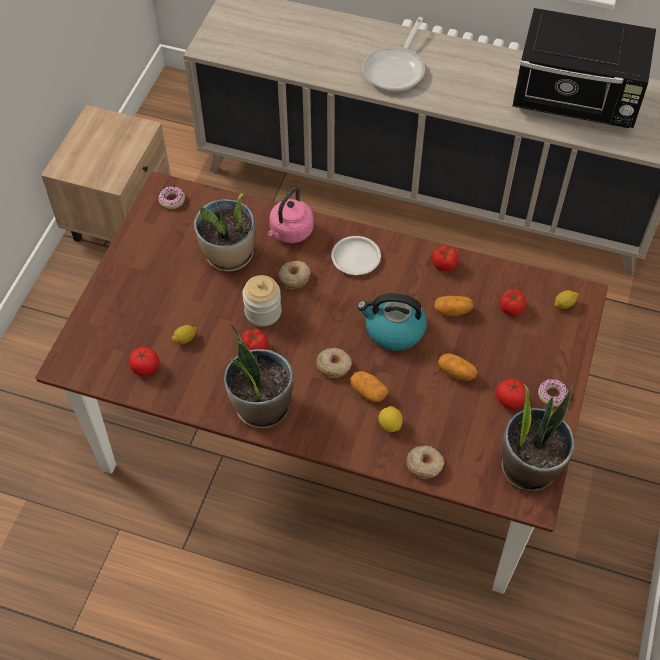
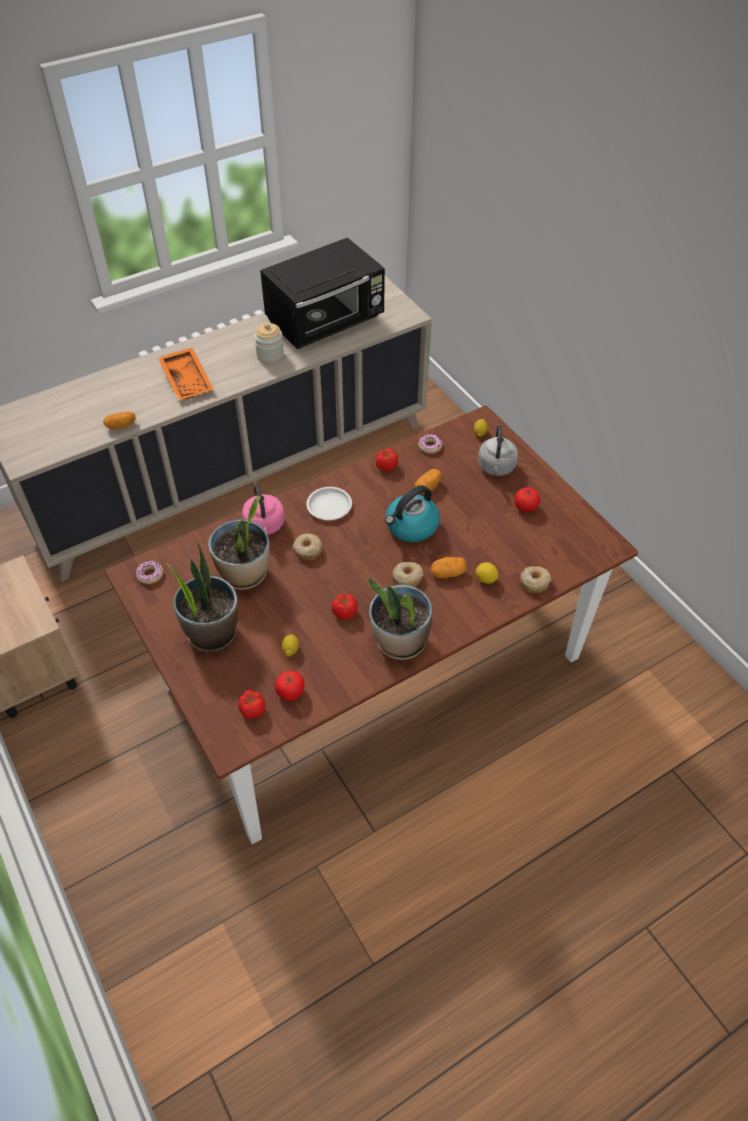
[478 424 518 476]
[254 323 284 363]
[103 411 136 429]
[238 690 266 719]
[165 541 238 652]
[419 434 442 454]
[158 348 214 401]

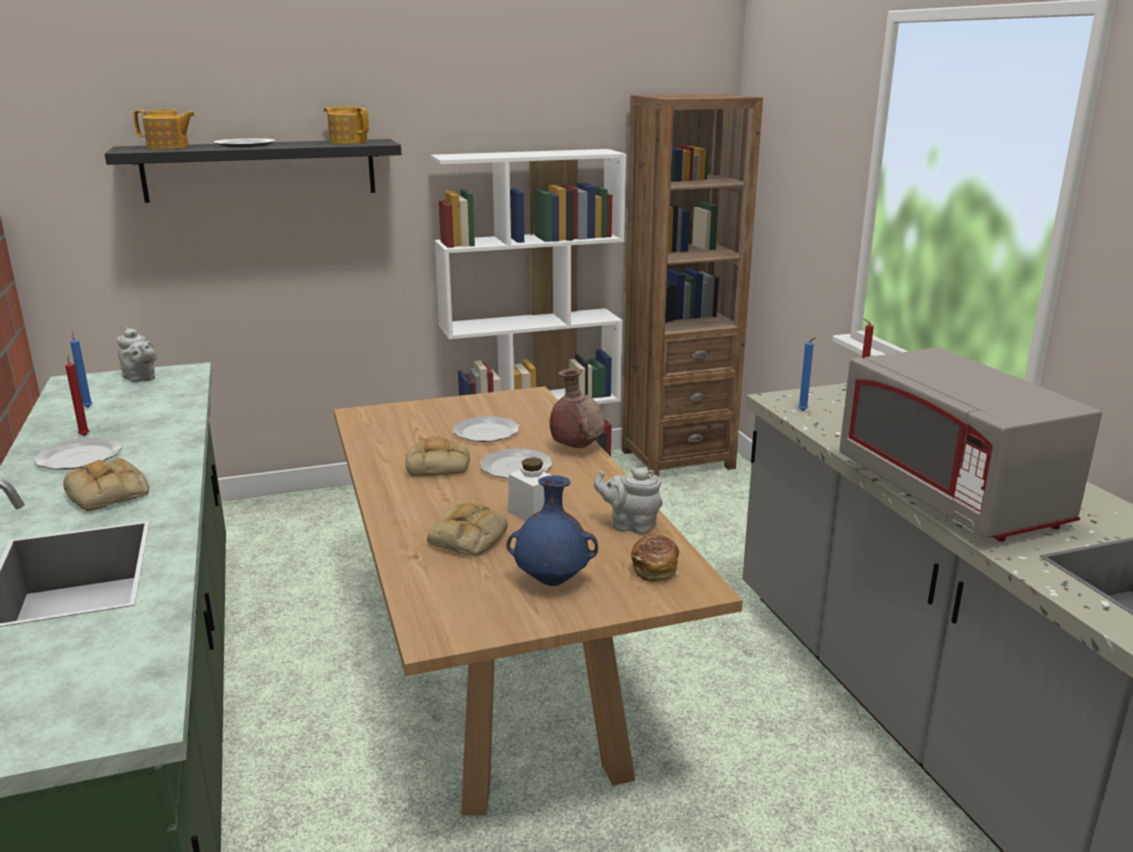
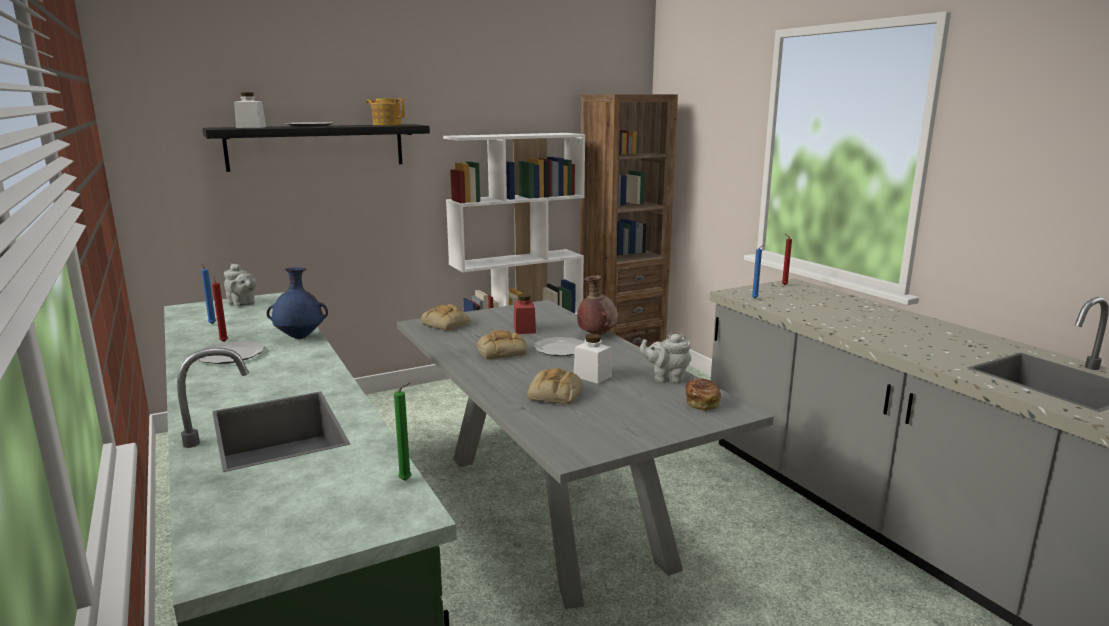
[839 347 1102 542] (first image)
[394 383 412 481]
[421 304 471 330]
[266 267 328 339]
[234 93 266 128]
[514 294 536 334]
[397 300 774 609]

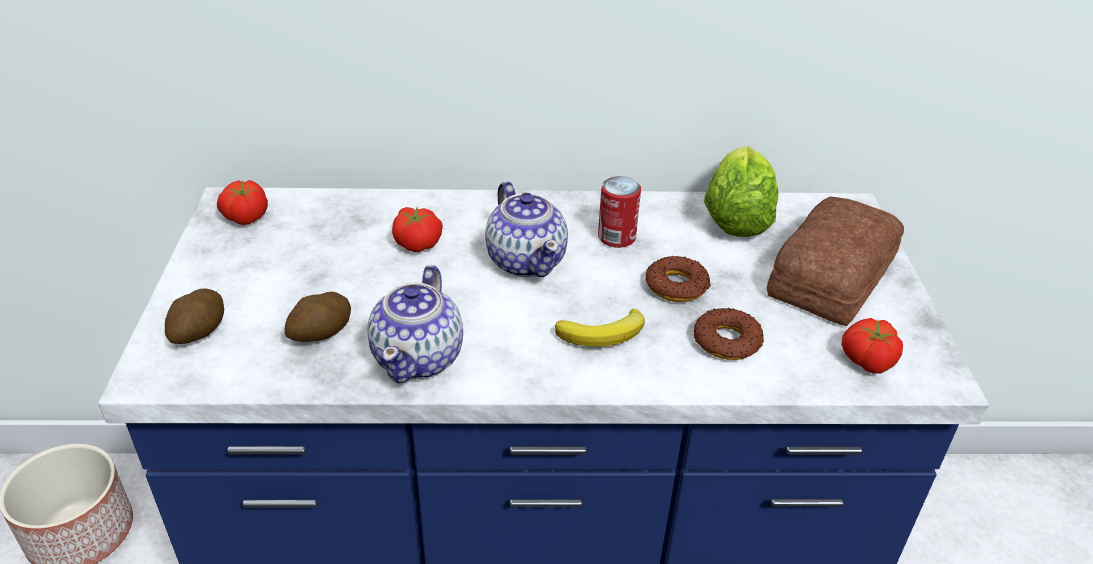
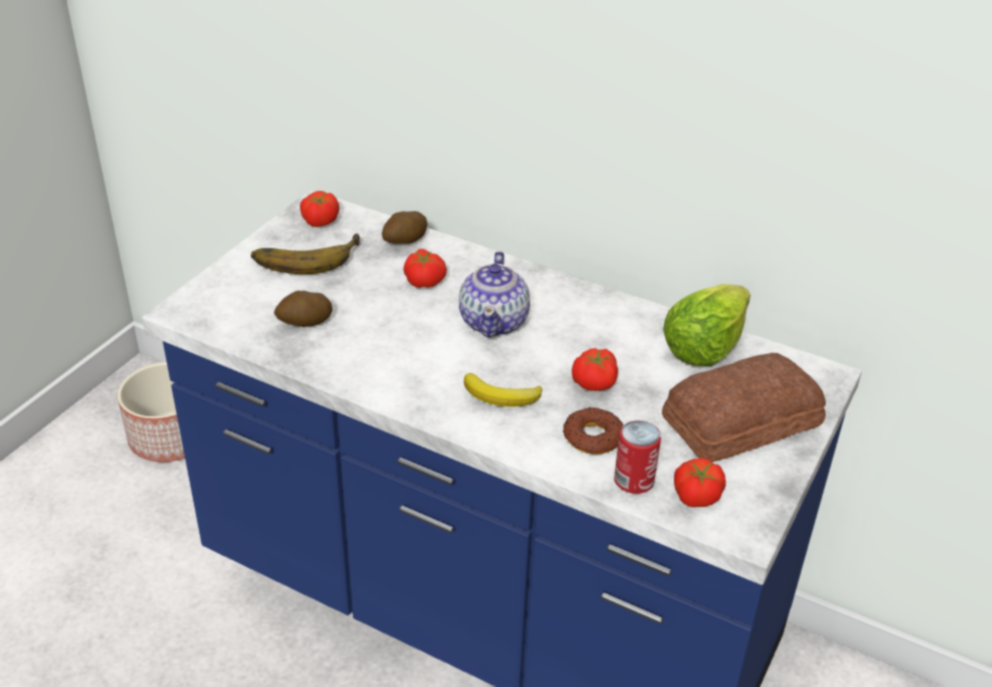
[367 265 463 383] (first image)
[251 234 360 274]
[382 211 427 244]
[614 420 661 494]
[572 348 618 391]

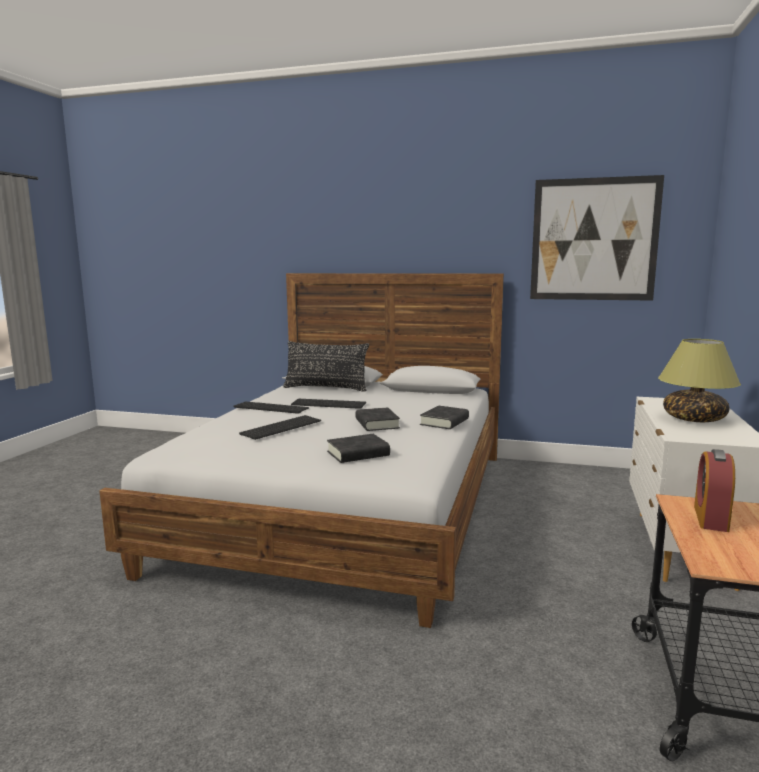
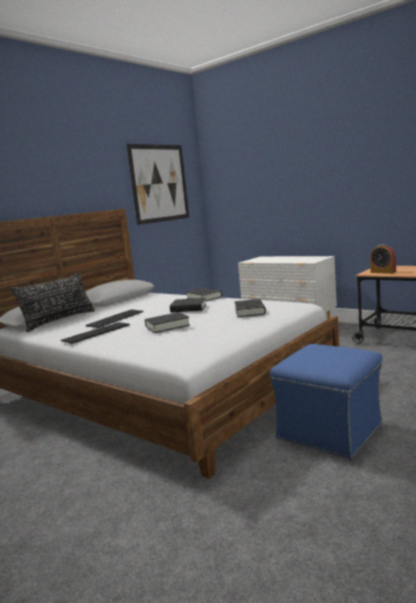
[658 339 741 422] (first image)
[270 344 383 459]
[145 312 190 333]

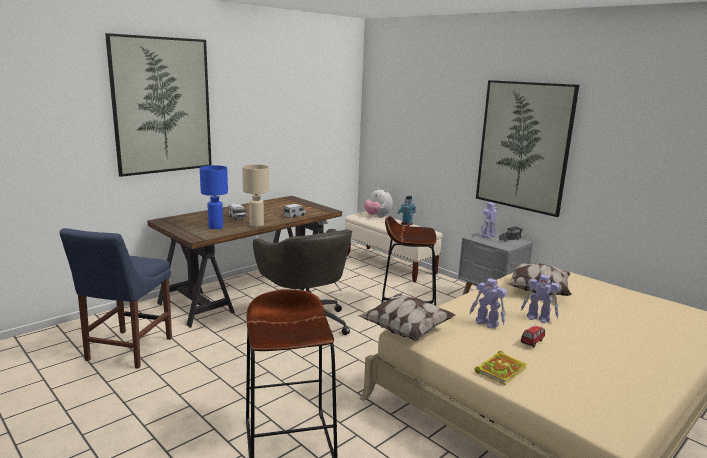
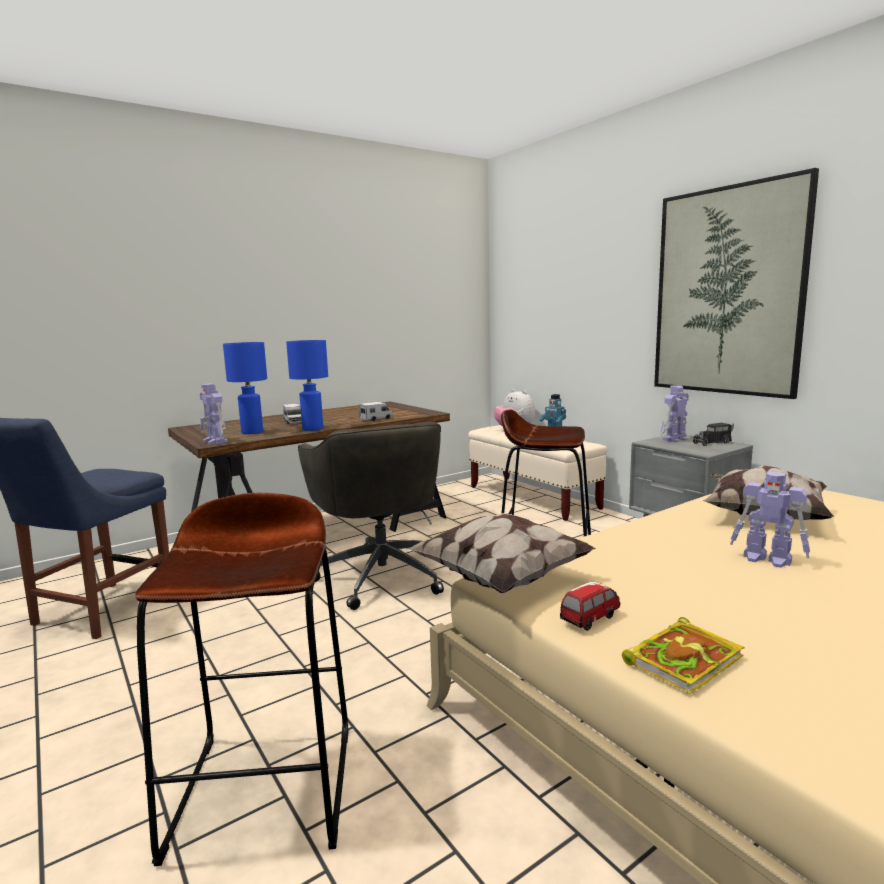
[105 33 212 177] (first image)
[200 384 228 444]
[560 582 620 631]
[286 340 328 431]

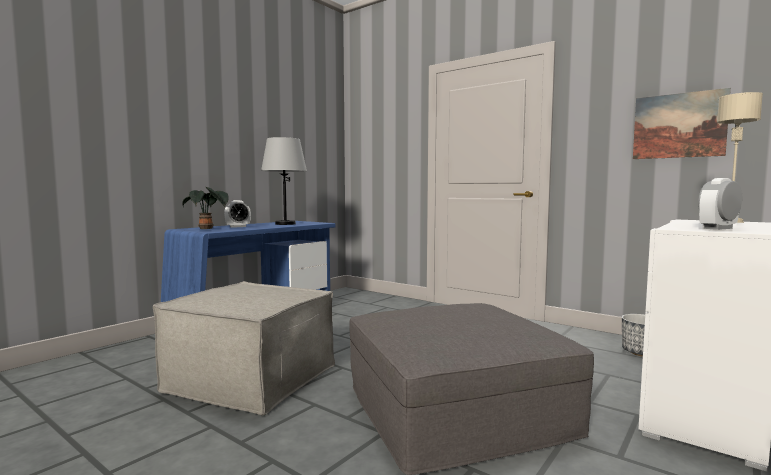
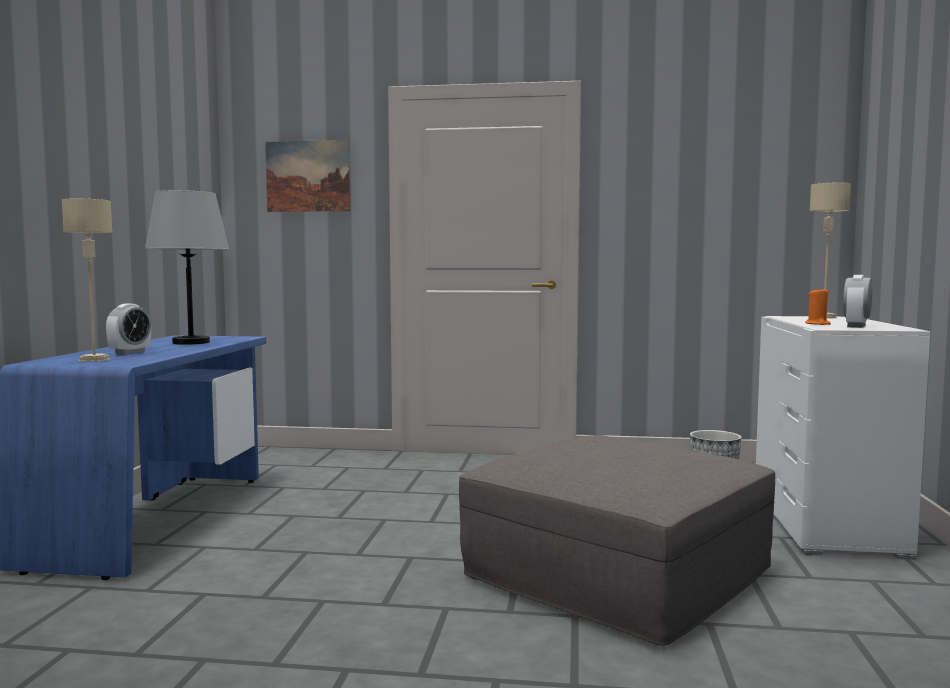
[153 281 335 416] (first image)
[805 287 831 325]
[265 140 351 212]
[62 199 113 362]

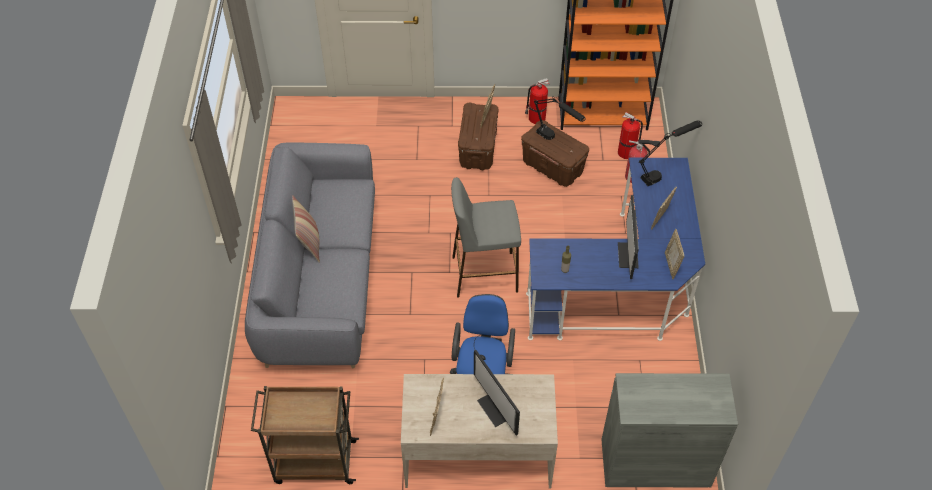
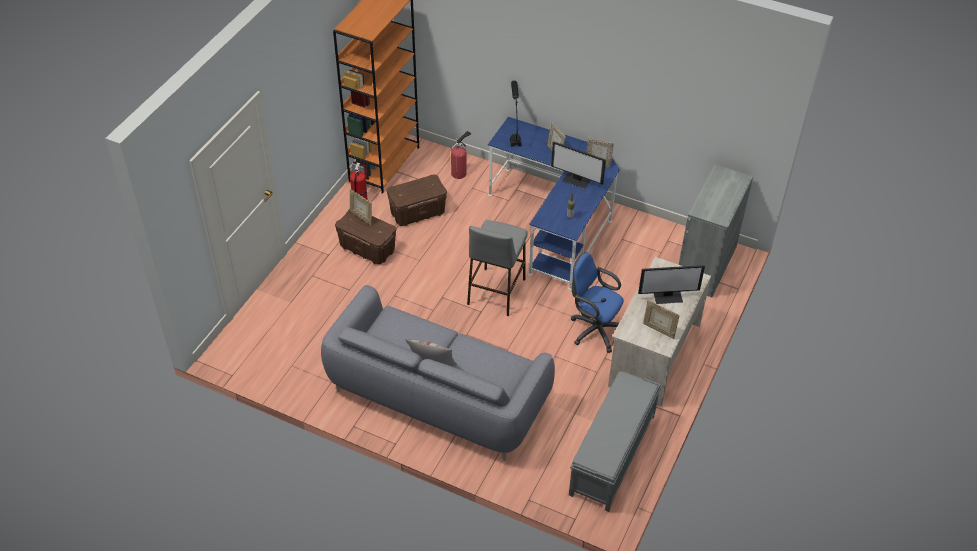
[534 97 585 140] (first image)
[618 112 643 159] (first image)
[569 371 661 512]

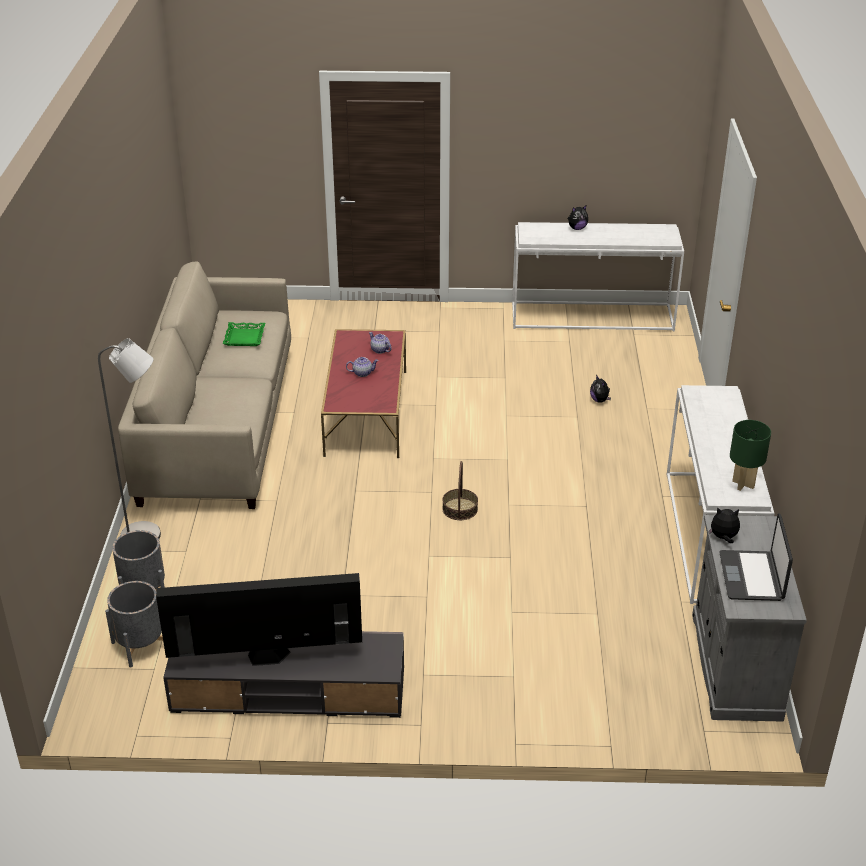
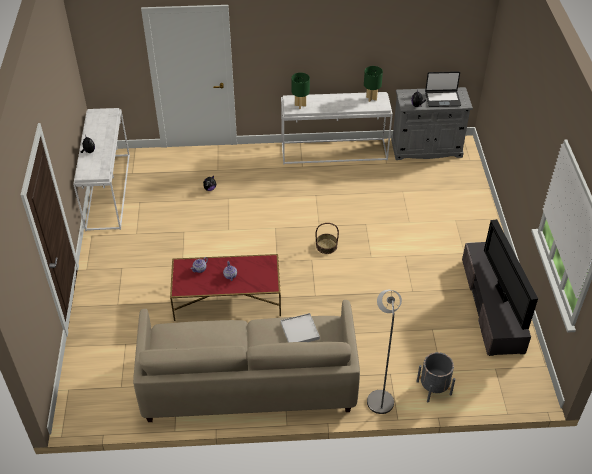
[105 581 163 668] (first image)
[223 322 265 346] (first image)
[281 313 320 342]
[291 73 310 109]

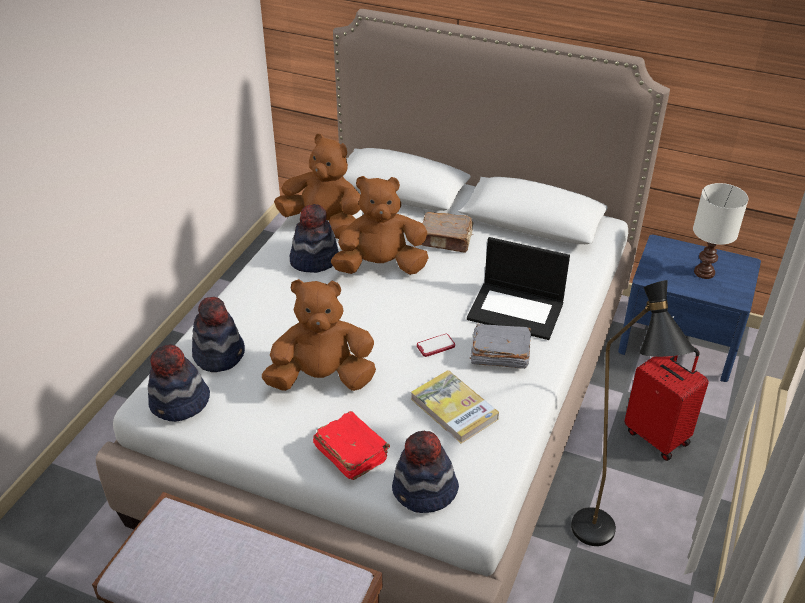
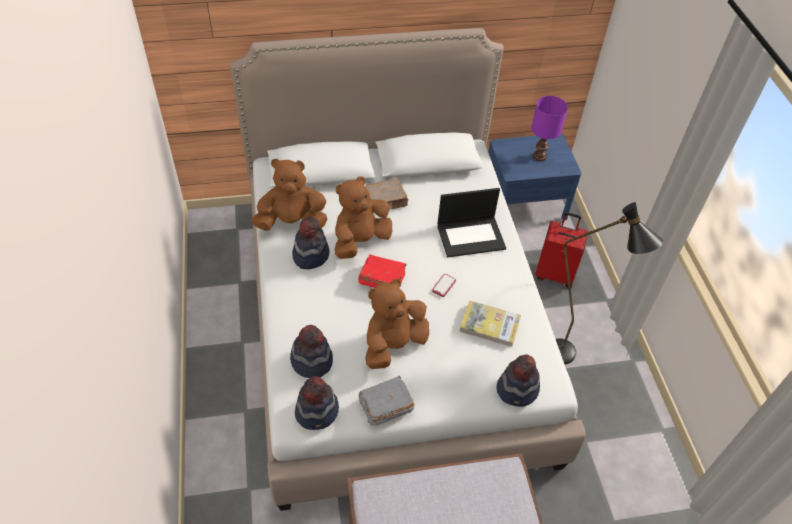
[358 254 407 288]
[358 376 415 426]
[531 96 568 161]

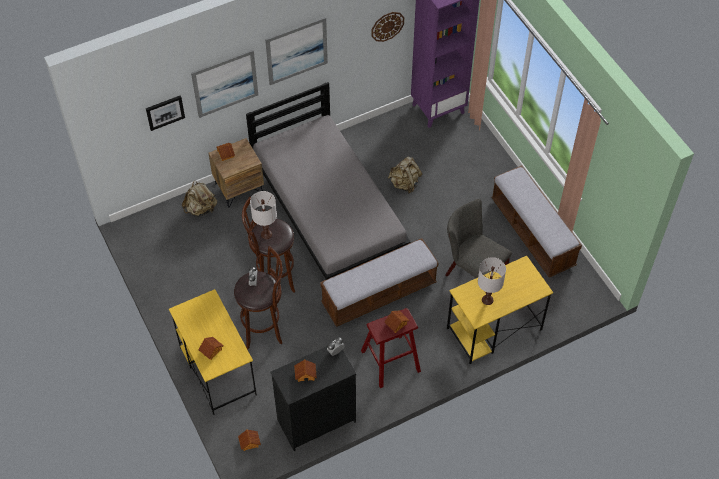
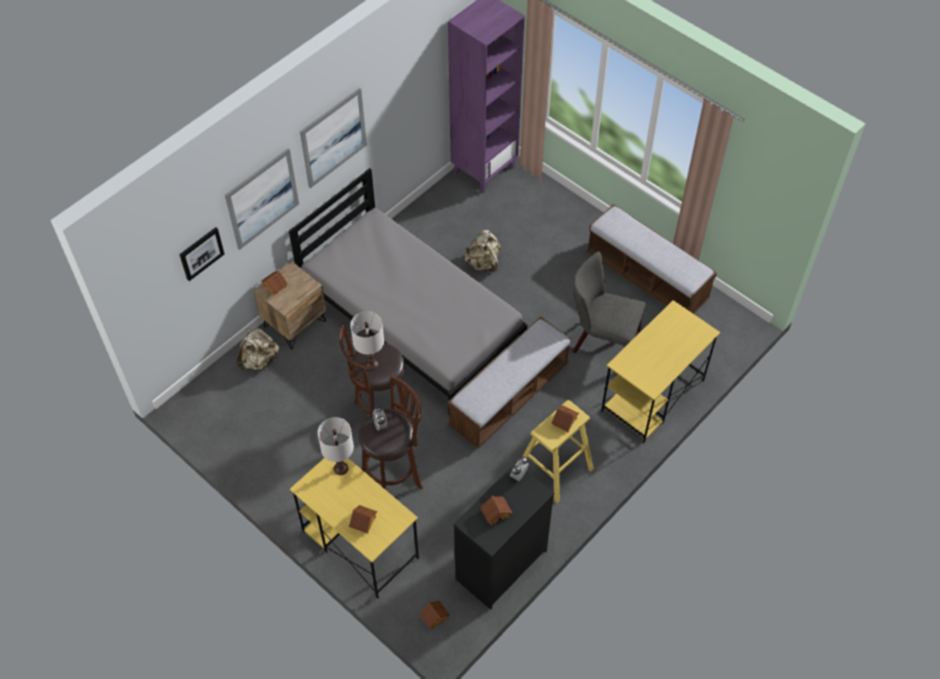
[371 12 404 42] (first image)
[318 417 354 475]
[523 400 594 503]

